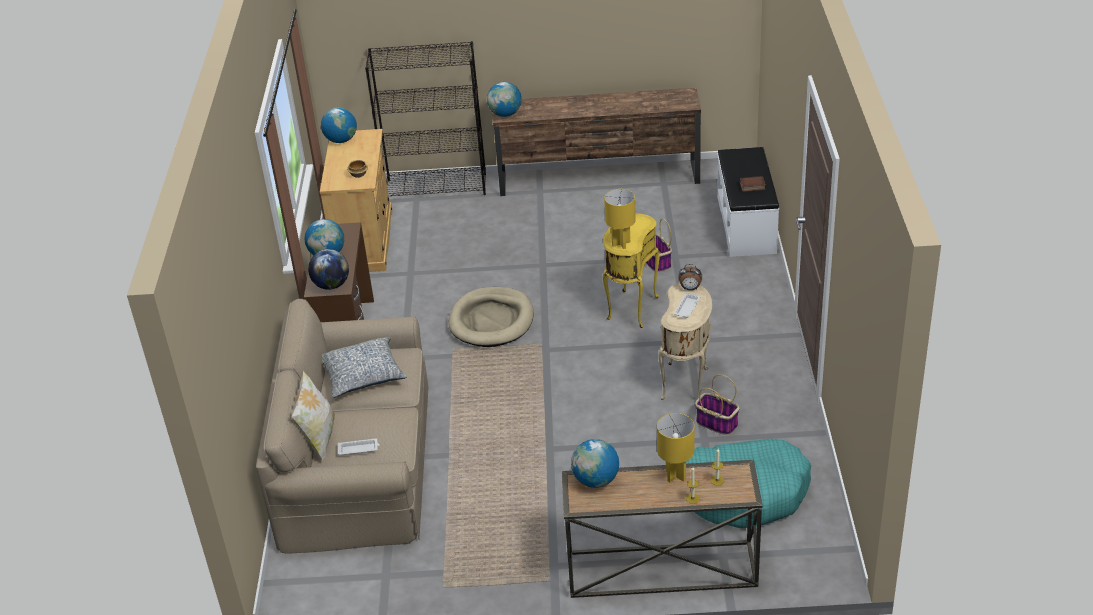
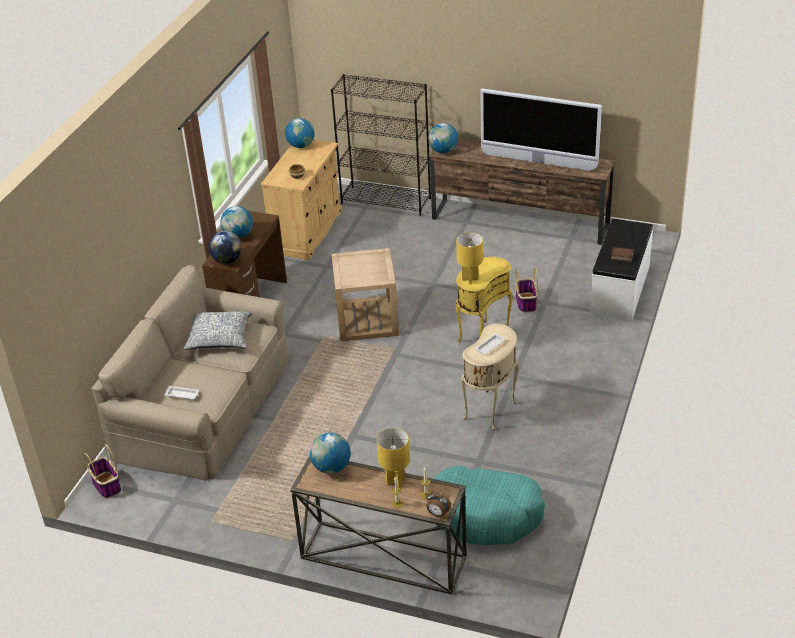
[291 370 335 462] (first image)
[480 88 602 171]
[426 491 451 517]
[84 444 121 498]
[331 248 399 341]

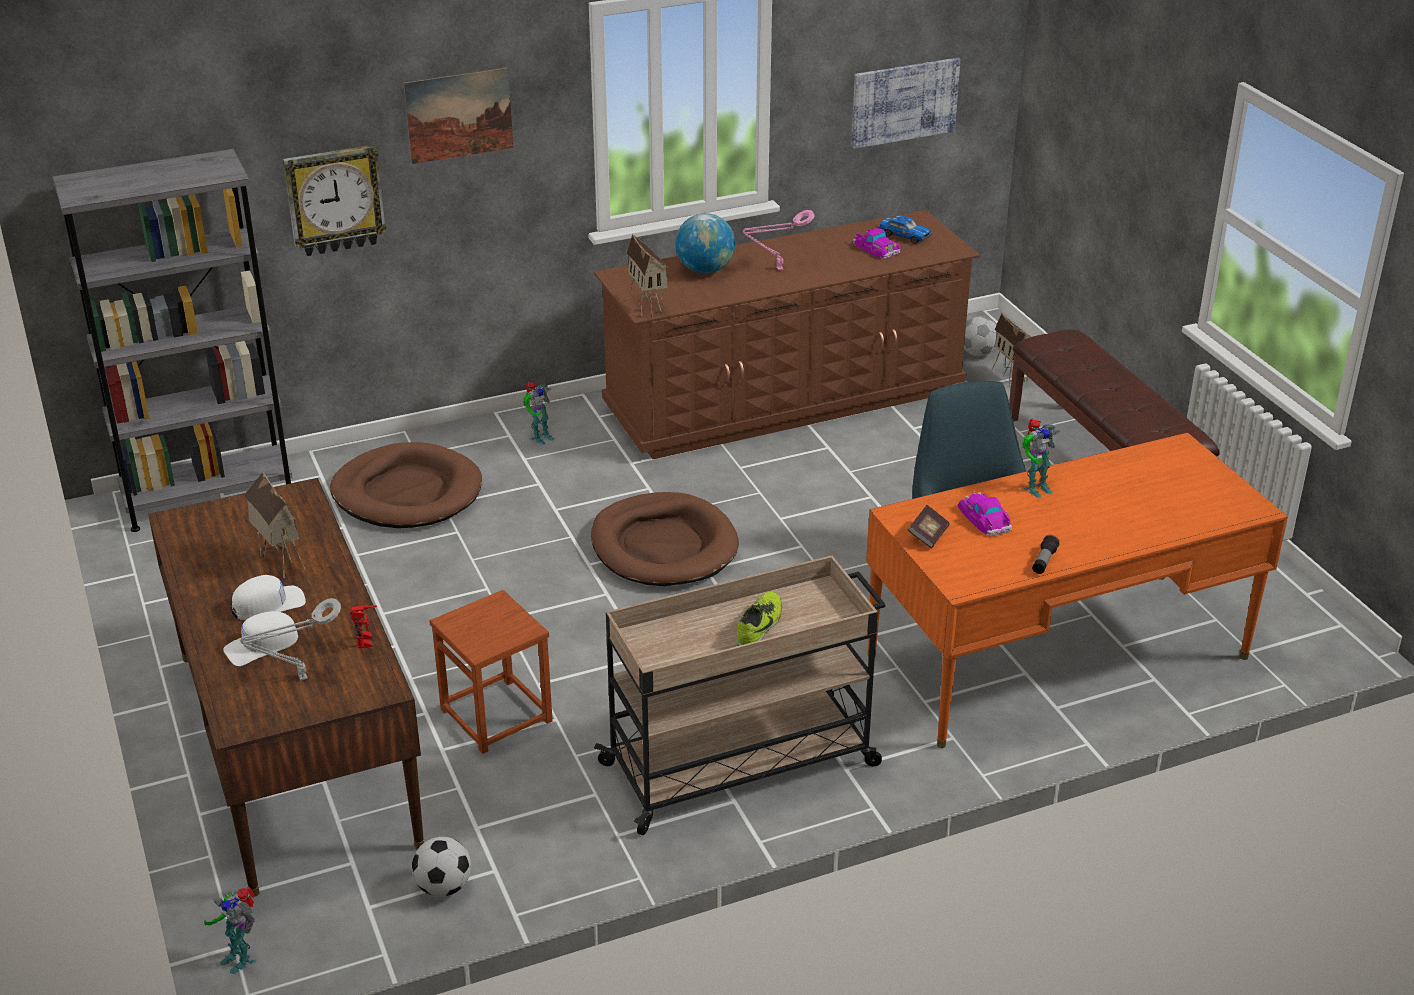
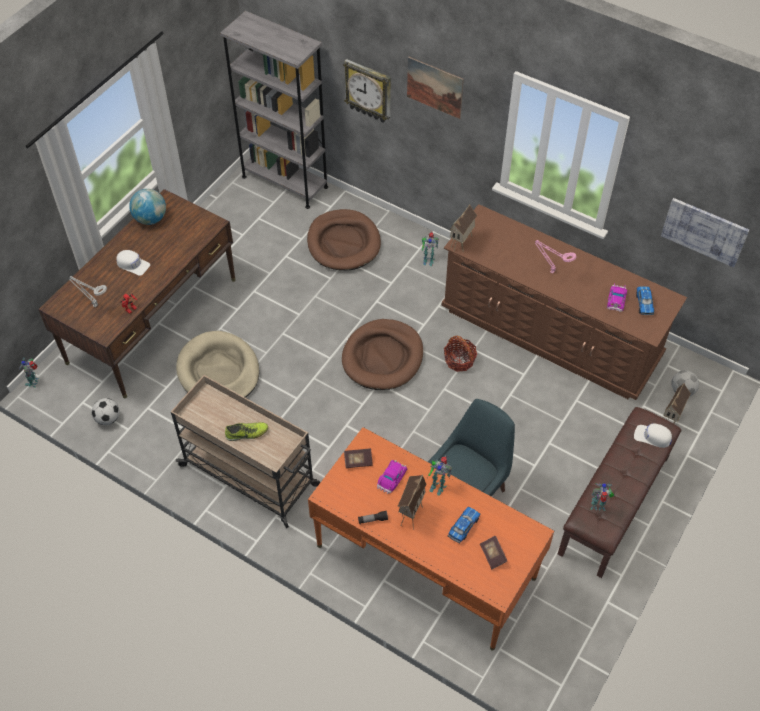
[444 336 477 372]
[448 507 480 544]
[480 536 507 569]
[591 483 615 511]
[634 423 672 448]
[397 475 426 530]
[129 189 166 225]
[176 331 260 398]

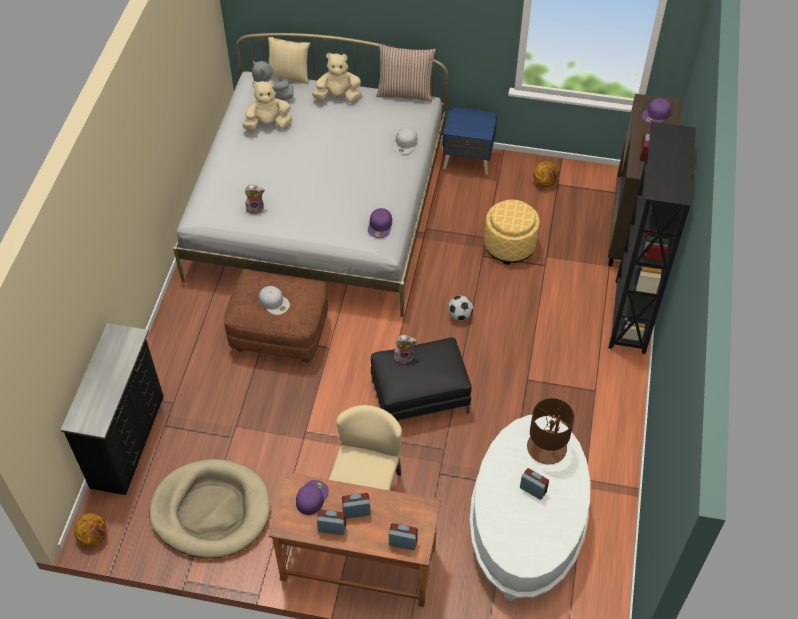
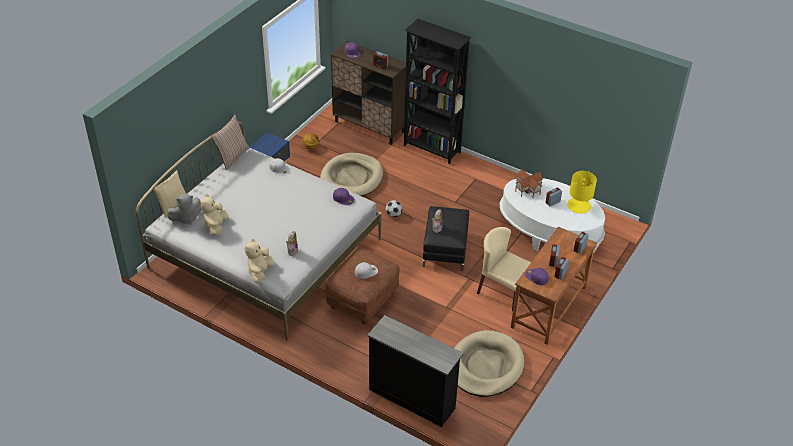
[74 513 107 546] (first image)
[567 171 597 214]
[245 239 274 283]
[320 153 383 196]
[515 169 543 198]

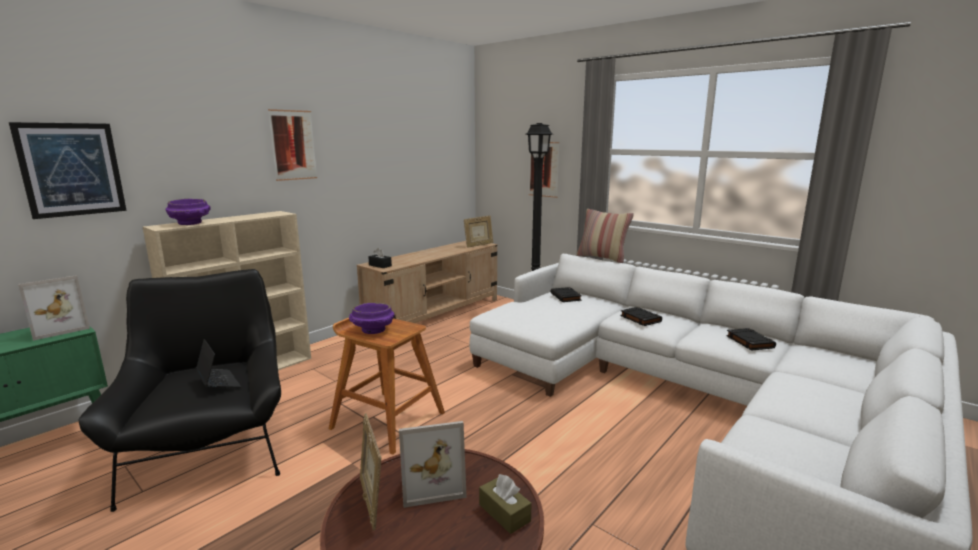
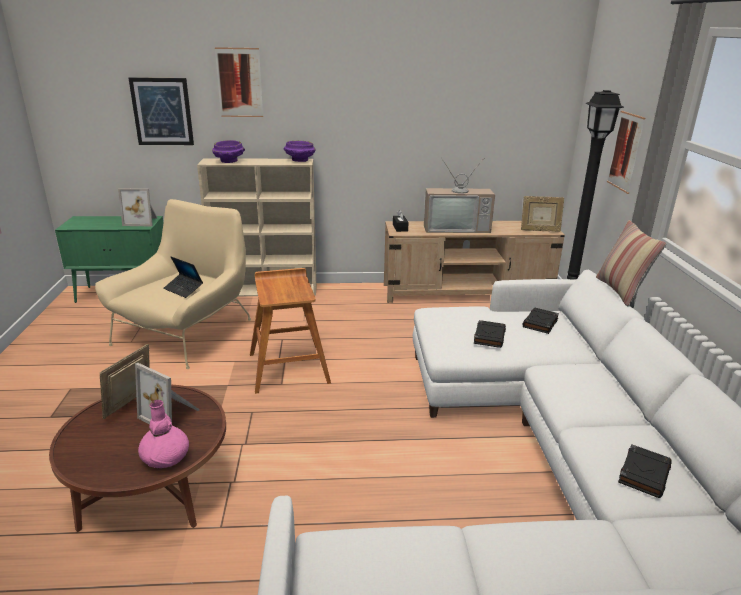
[424 159 495 233]
[215 47 263 117]
[284 141 315 162]
[474 320 506 348]
[138 400 189 468]
[95 199 251 369]
[163 257 203 298]

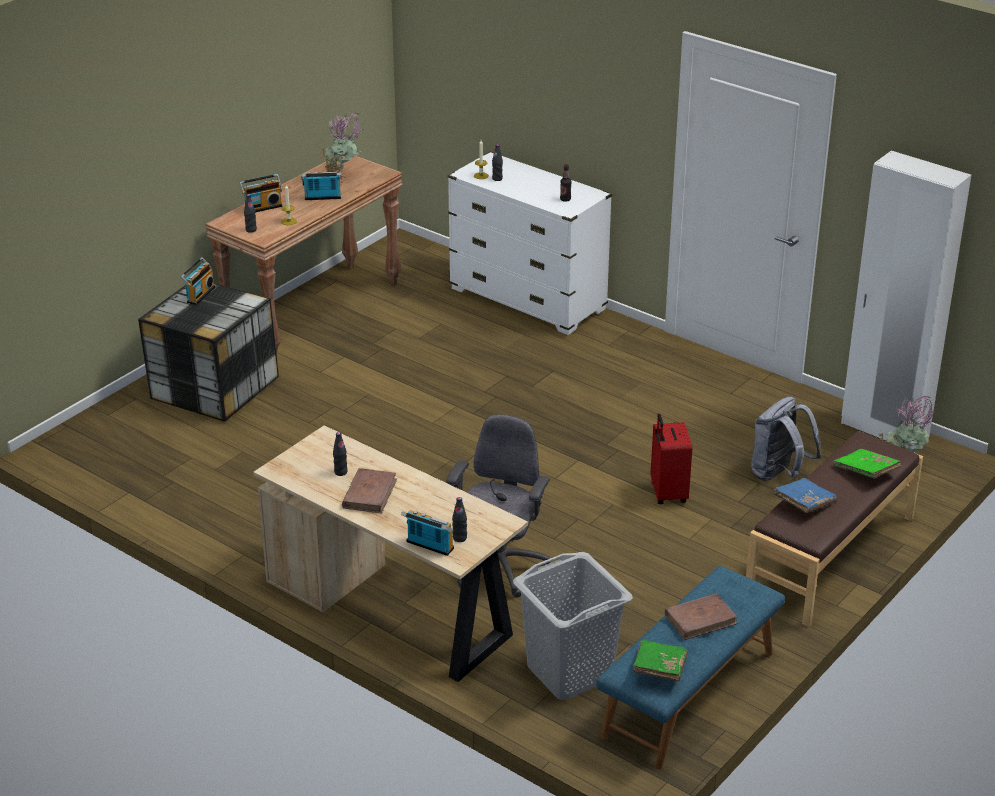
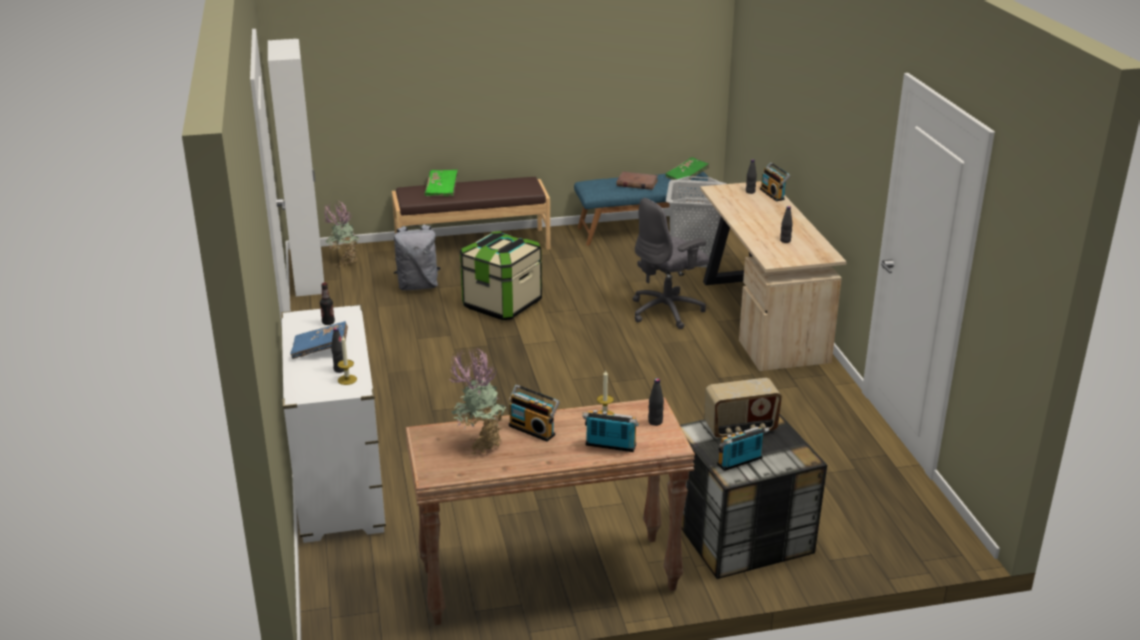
[342 468 397 513] (first image)
[704 378 782 438]
[290 321 348 359]
[460 231 542 320]

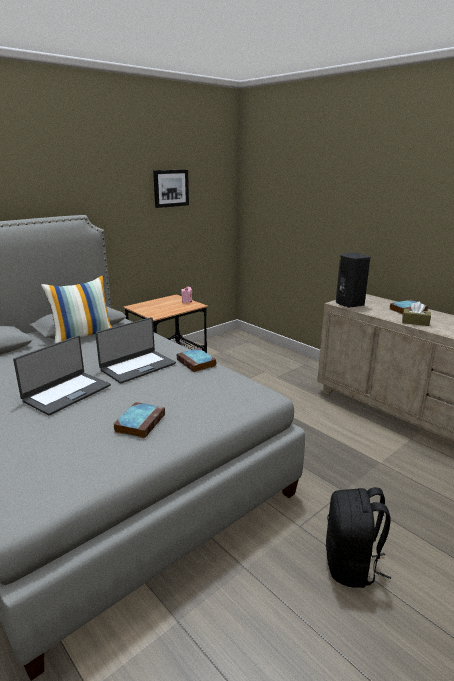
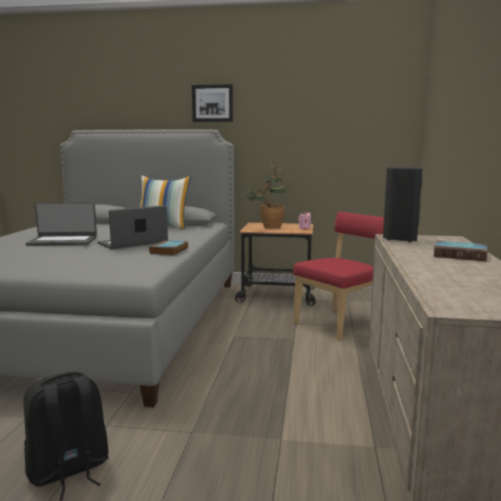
[114 402 165 439] (first image)
[402 302 431 326] (first image)
[241 159 287 229]
[293 212 384 341]
[192 84 233 122]
[98 205 168 249]

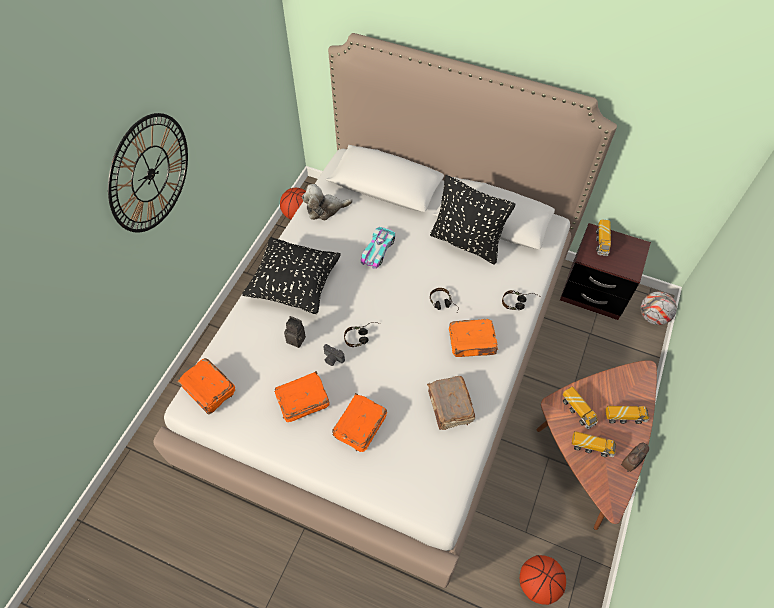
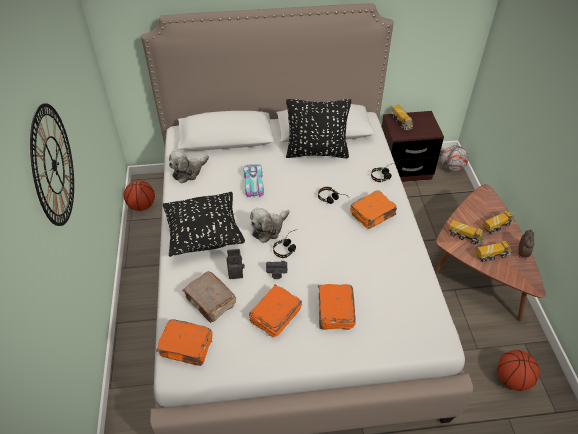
[250 208 290 243]
[182 271 236 323]

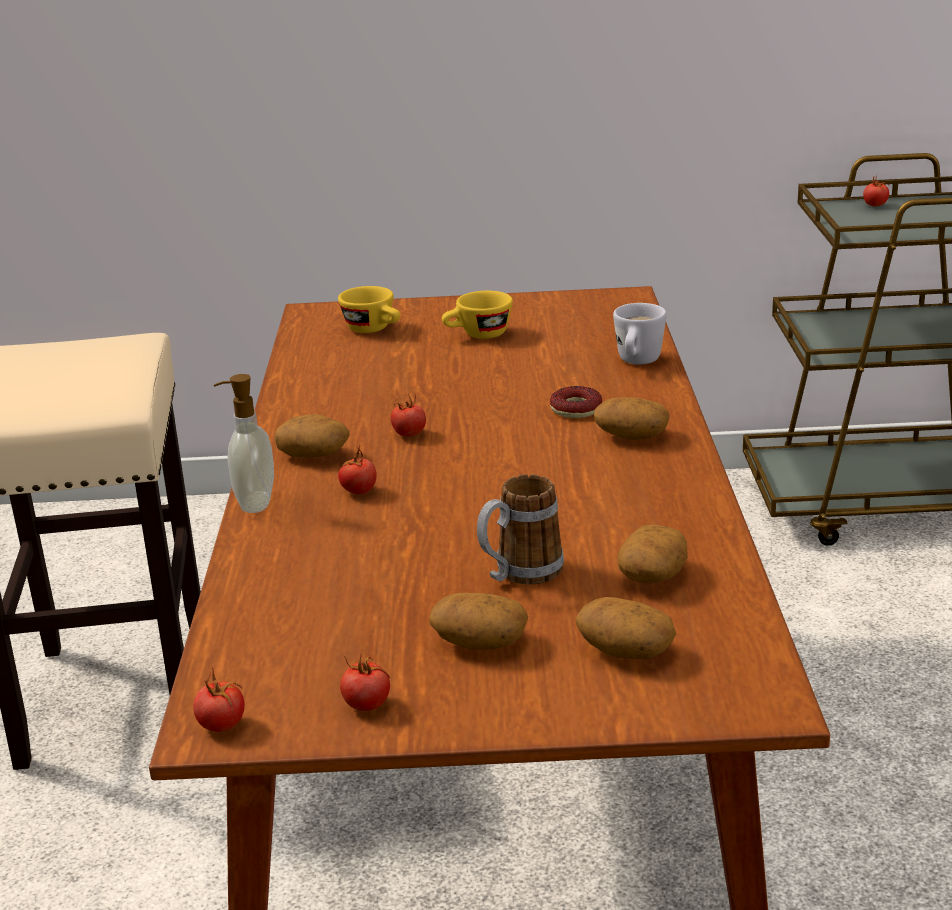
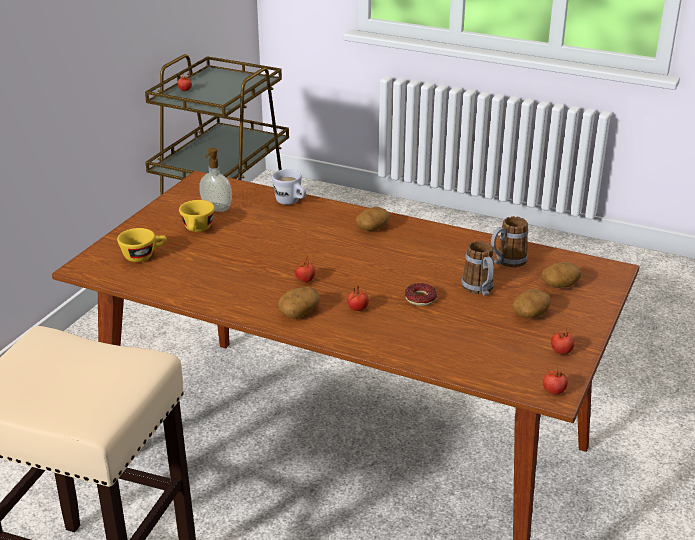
[199 148 232 212]
[405 283 437 306]
[491 216 528 267]

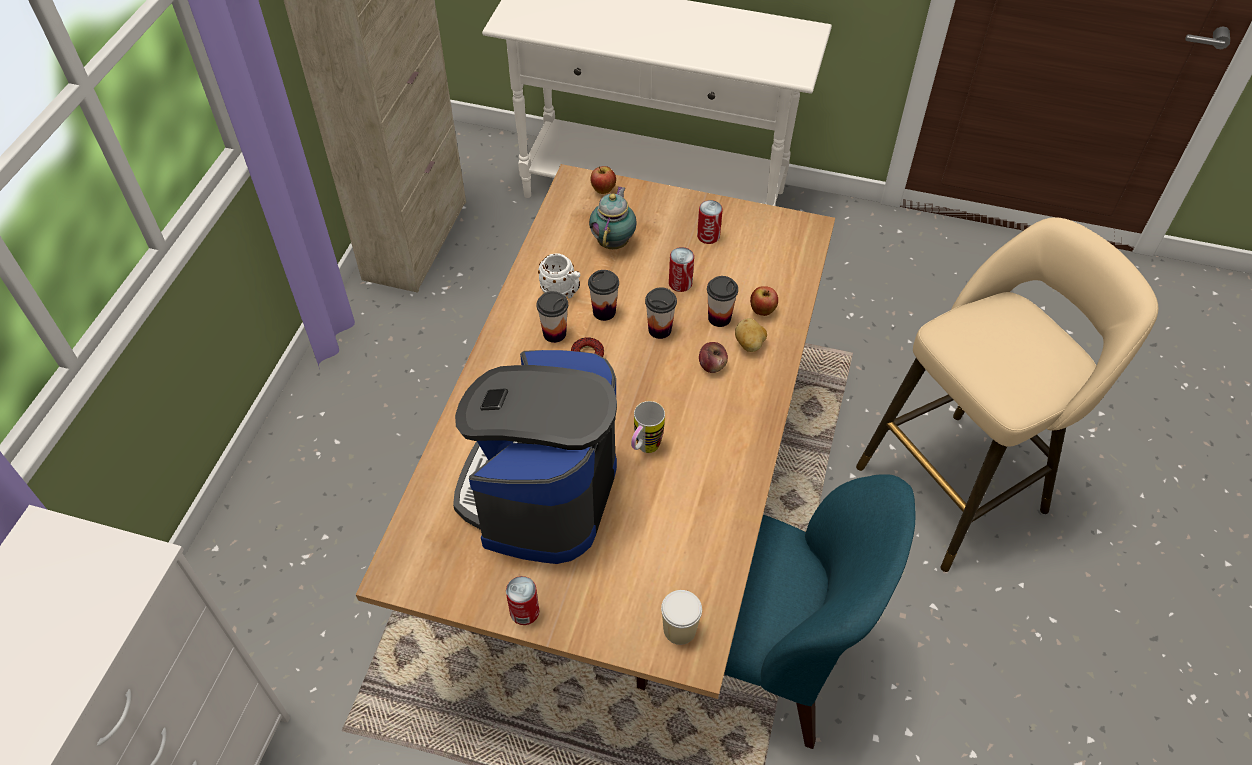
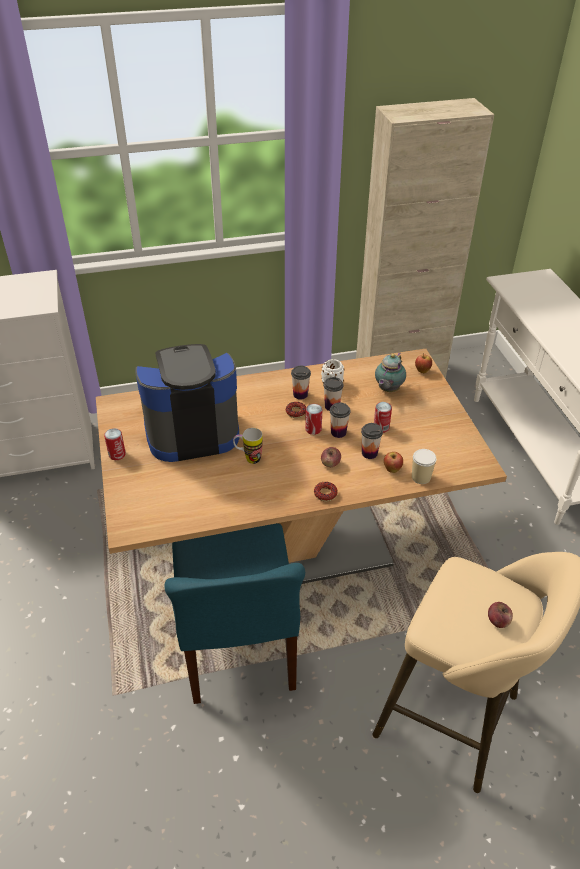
[735 318 767 352] (first image)
[314 482 338 502]
[488 602 513 628]
[412 449 437 484]
[305 404 322 435]
[375 352 406 392]

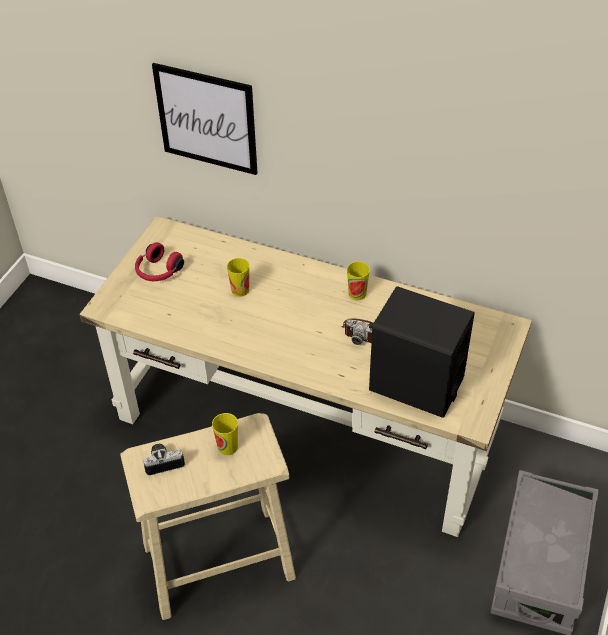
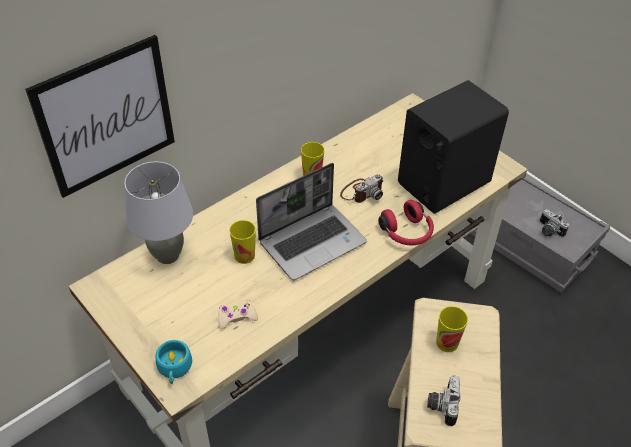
[125 162 193 264]
[156 340 192 384]
[218 300 258 329]
[256 163 367 280]
[540 209 569 237]
[378 200 434 246]

